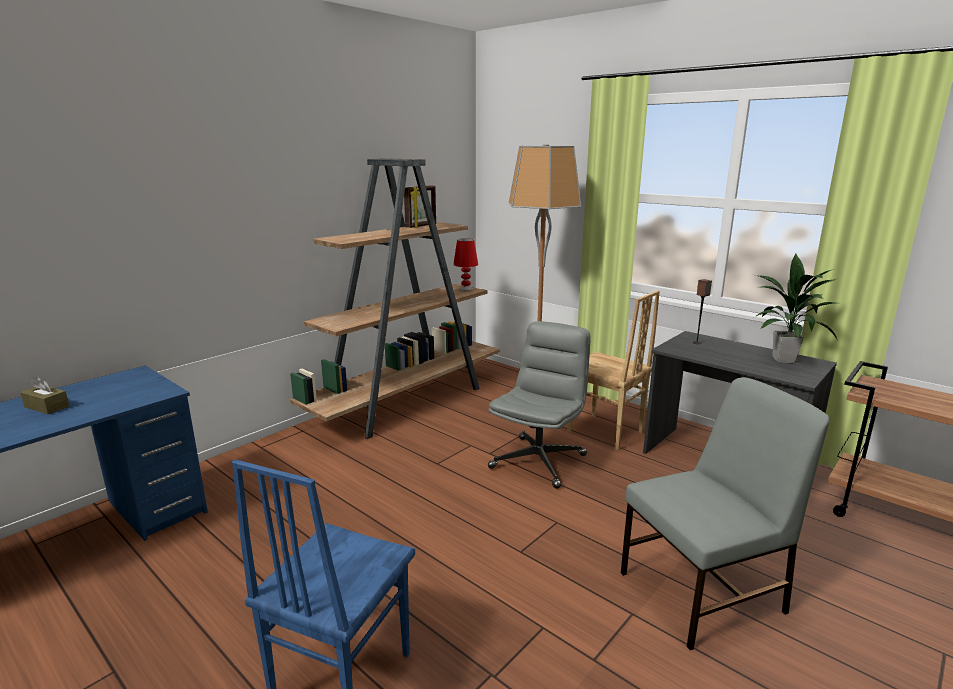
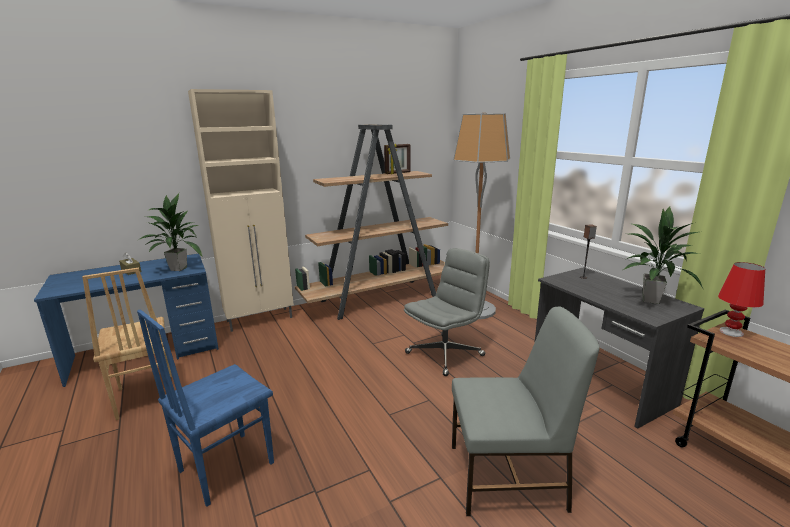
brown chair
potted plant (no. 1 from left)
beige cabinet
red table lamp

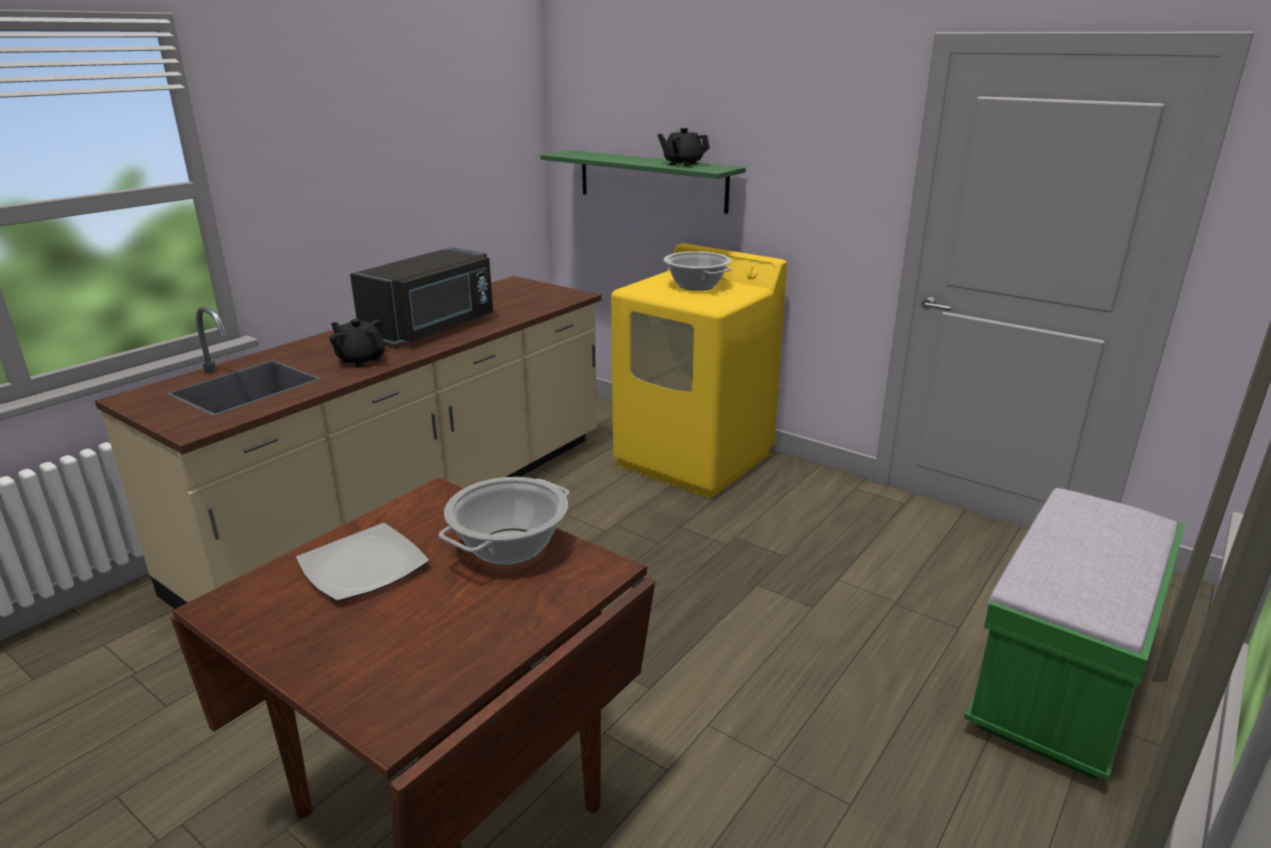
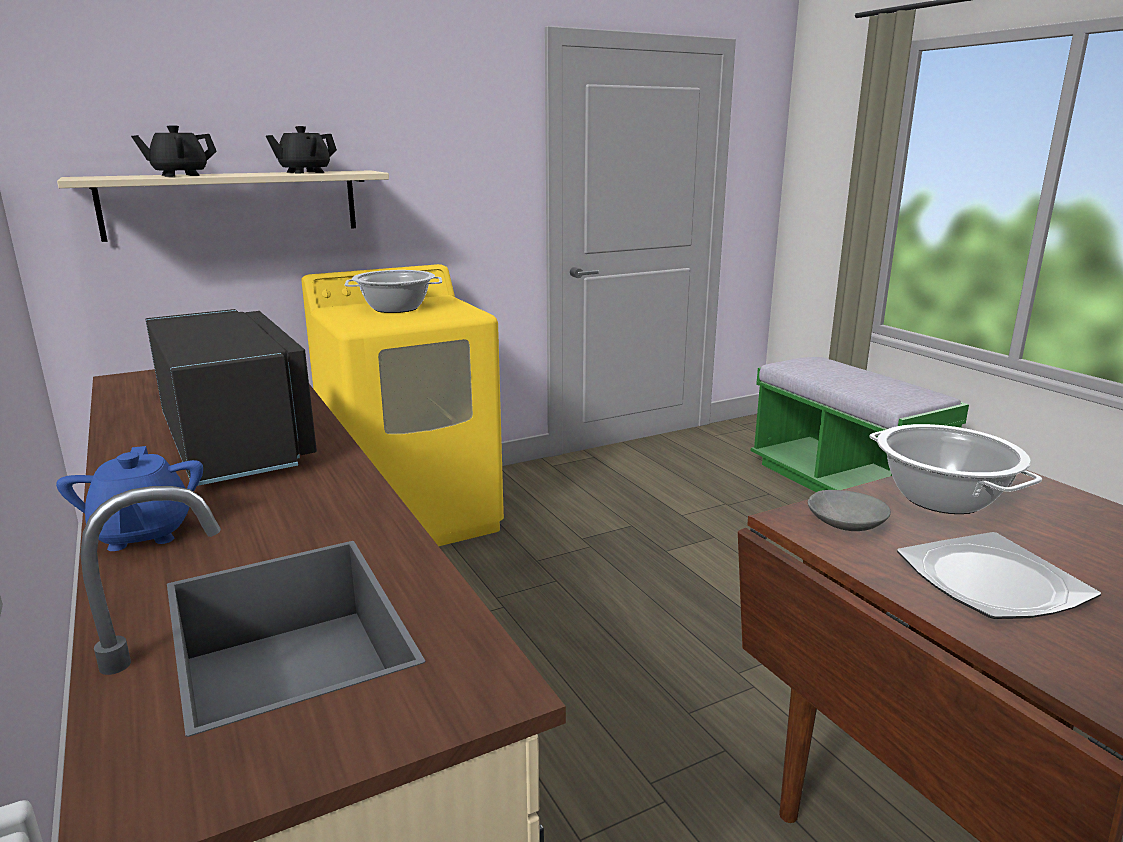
blue teapot
beige shelf
black teapot (no. 1 from left)
grey bowl

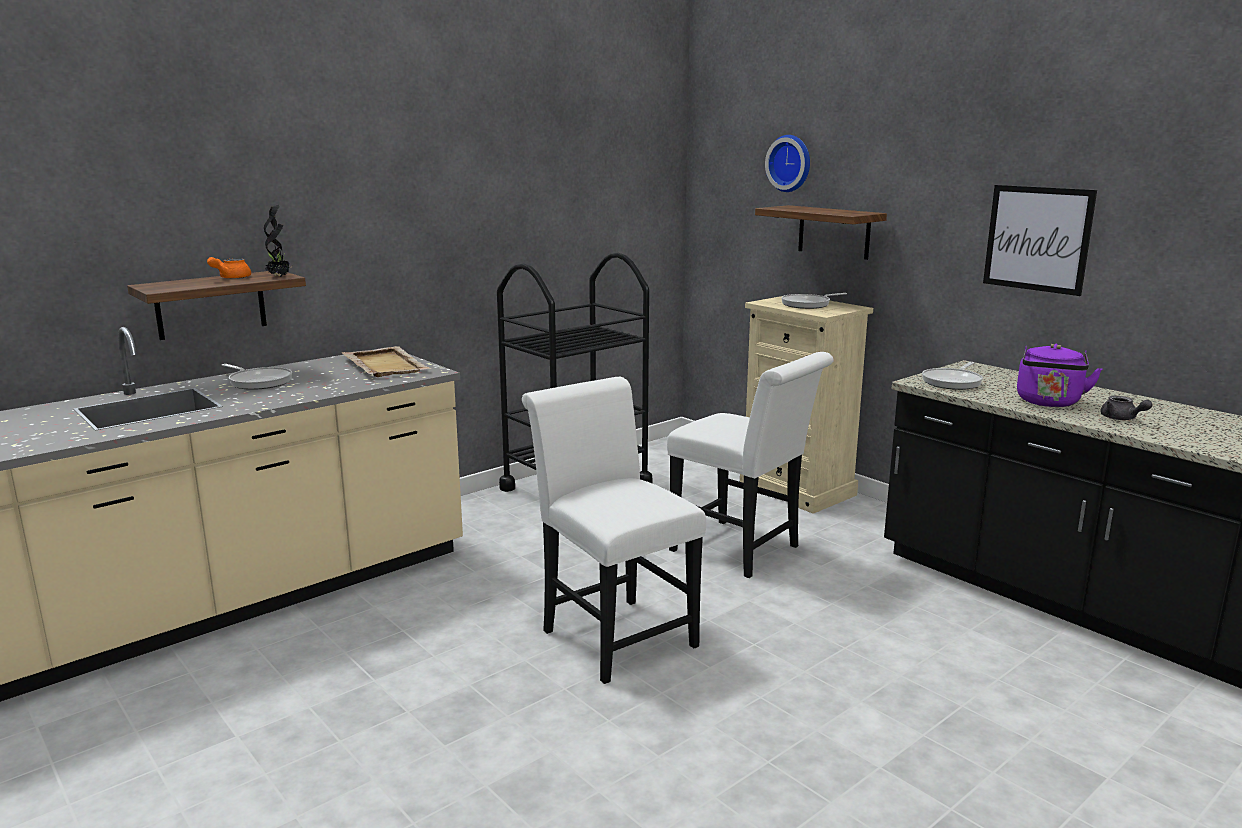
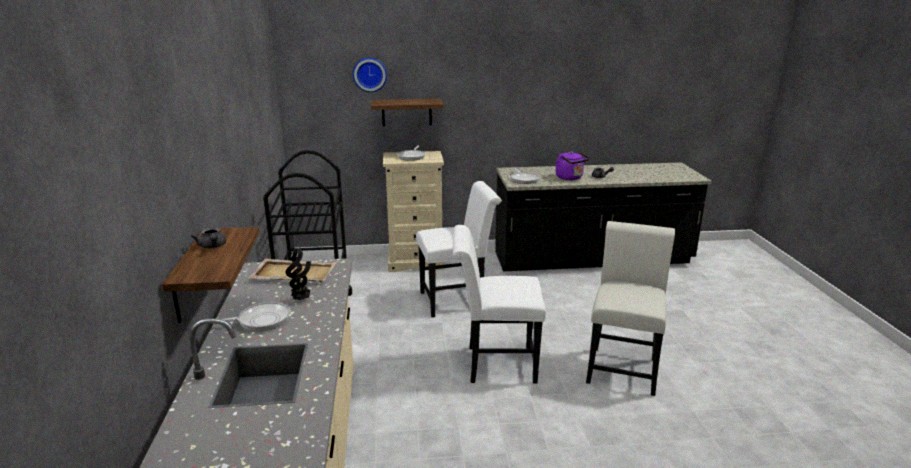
grey teapot (no. 1 from left)
potted plant
white chair (no. 3 from left)
picture

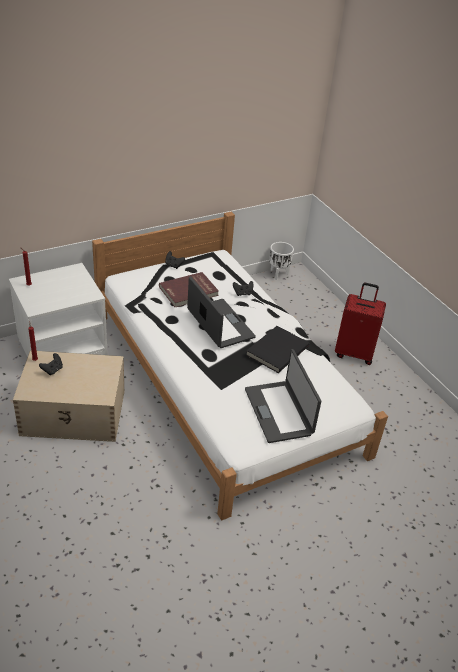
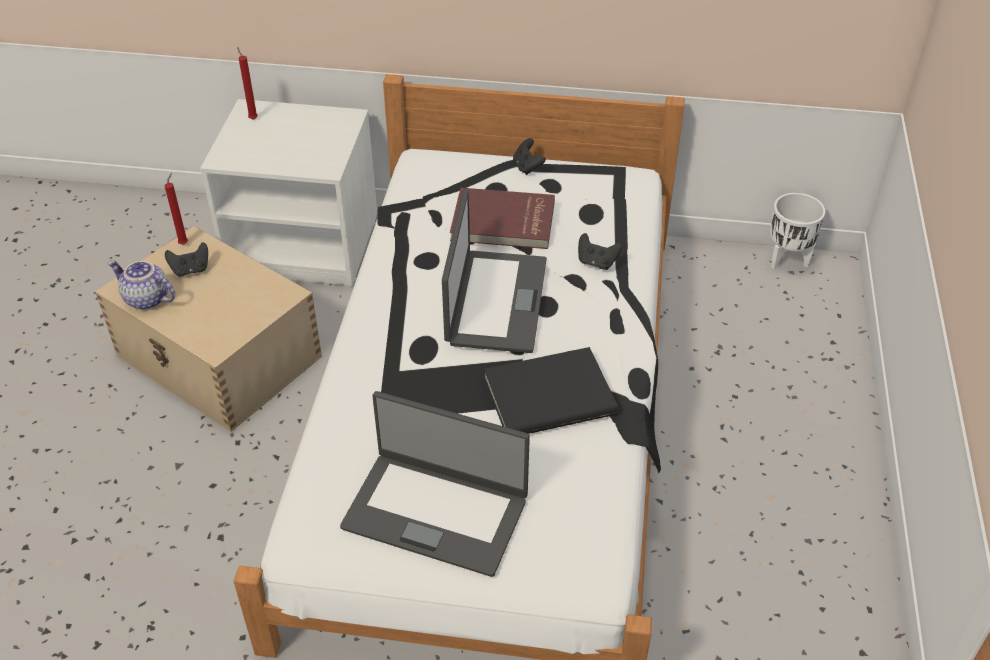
teapot
laptop (no. 1 from left)
red suitcase

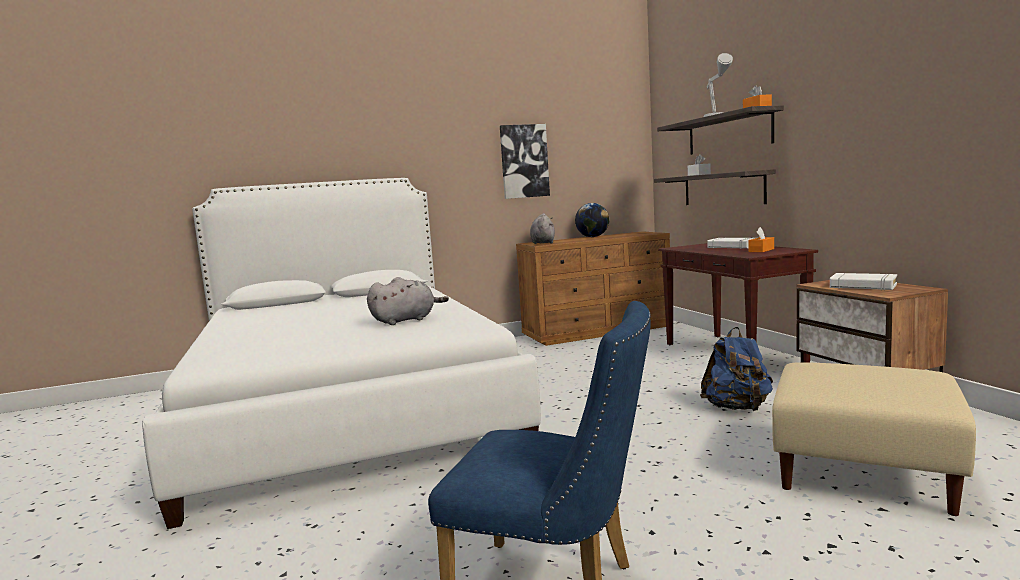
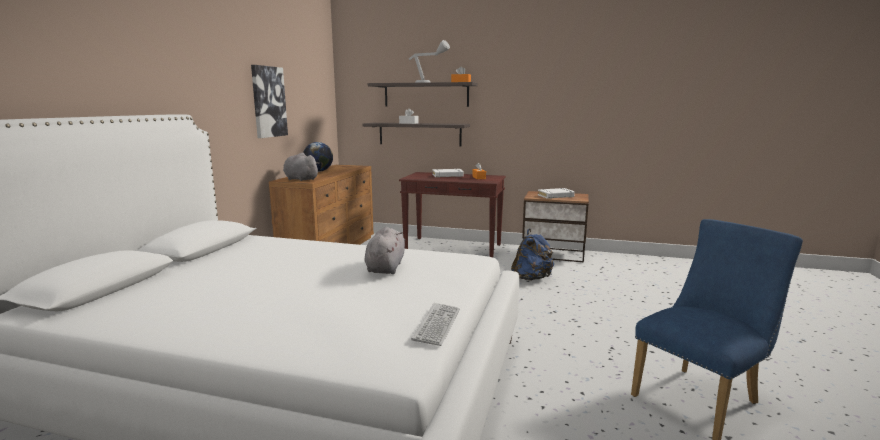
keyboard
beige ottoman

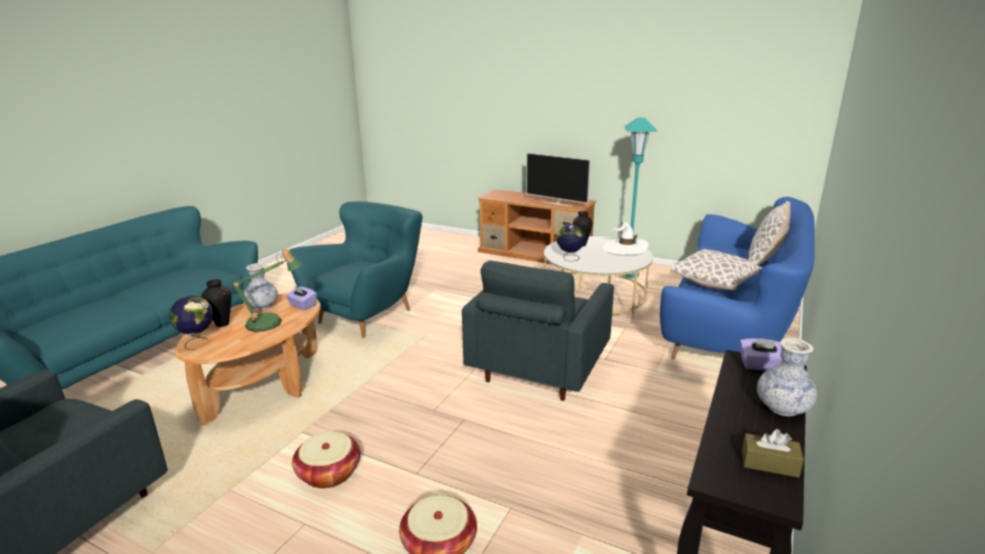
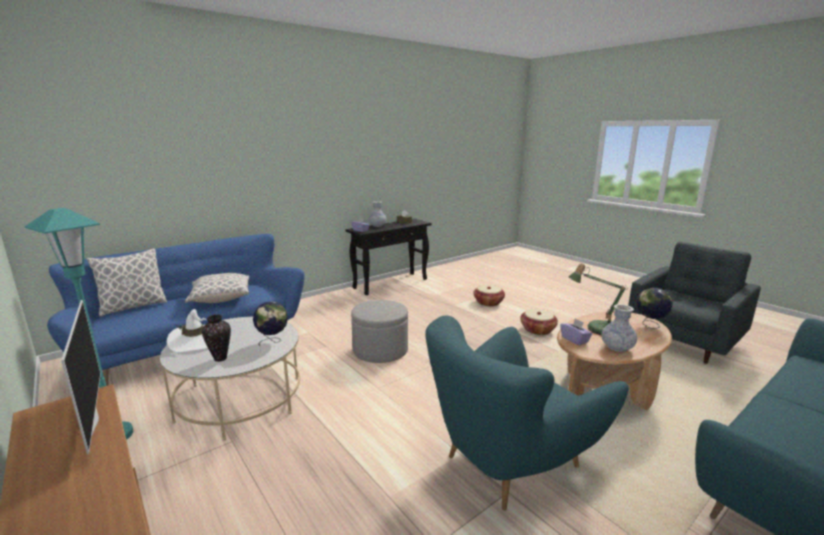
grey ottoman
vase (no. 1 from left in the first image)

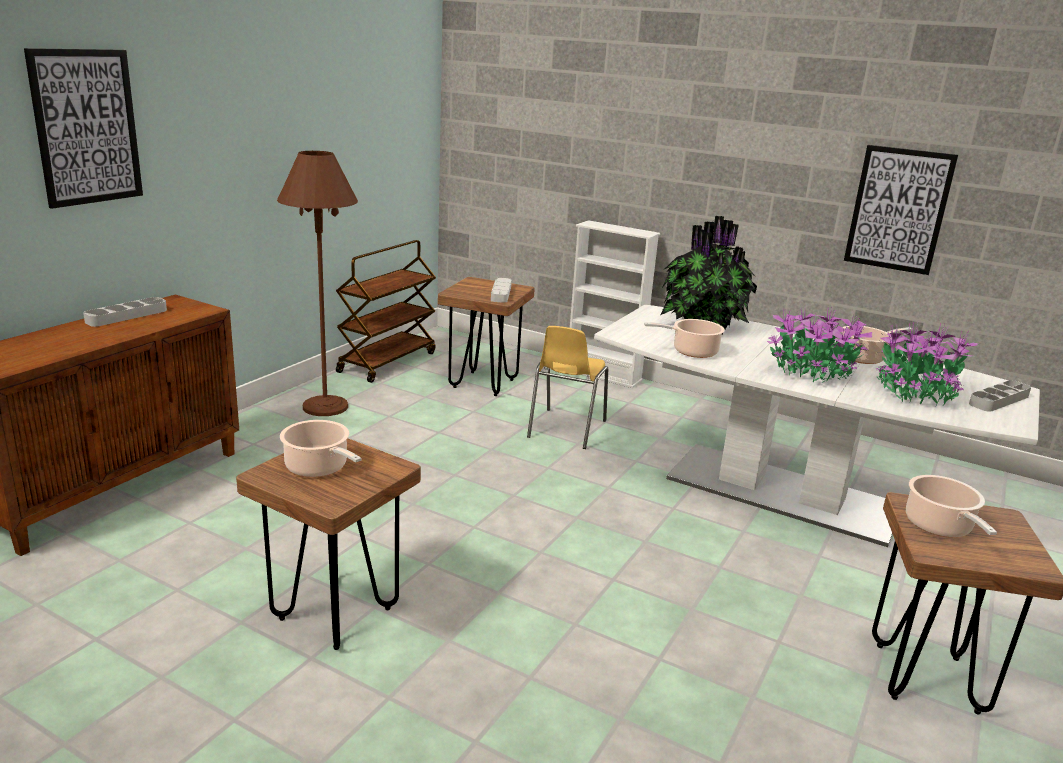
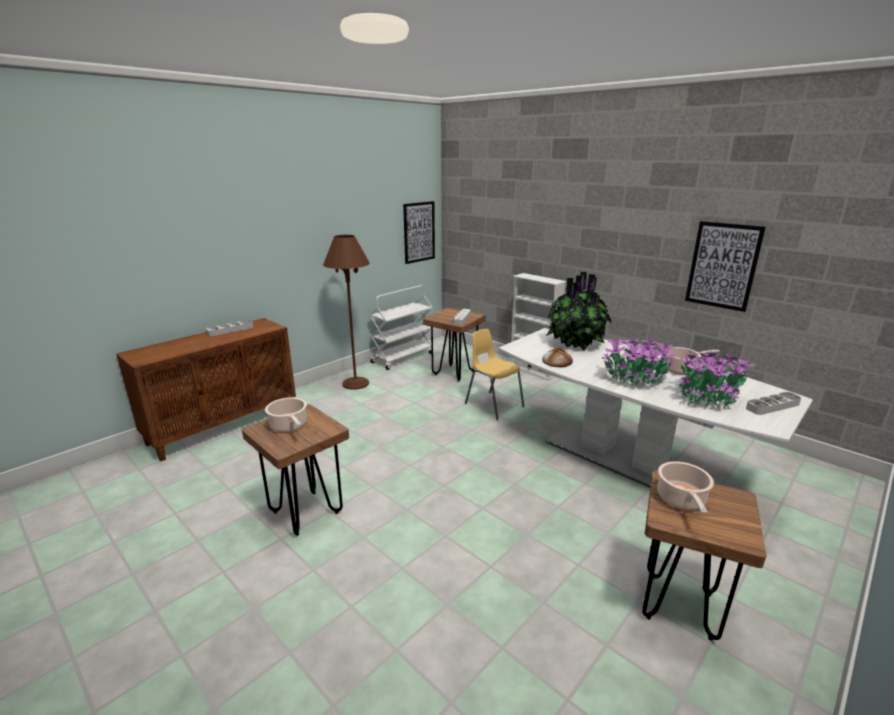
white cart
picture (no. 1 from left)
yellow chair
bread

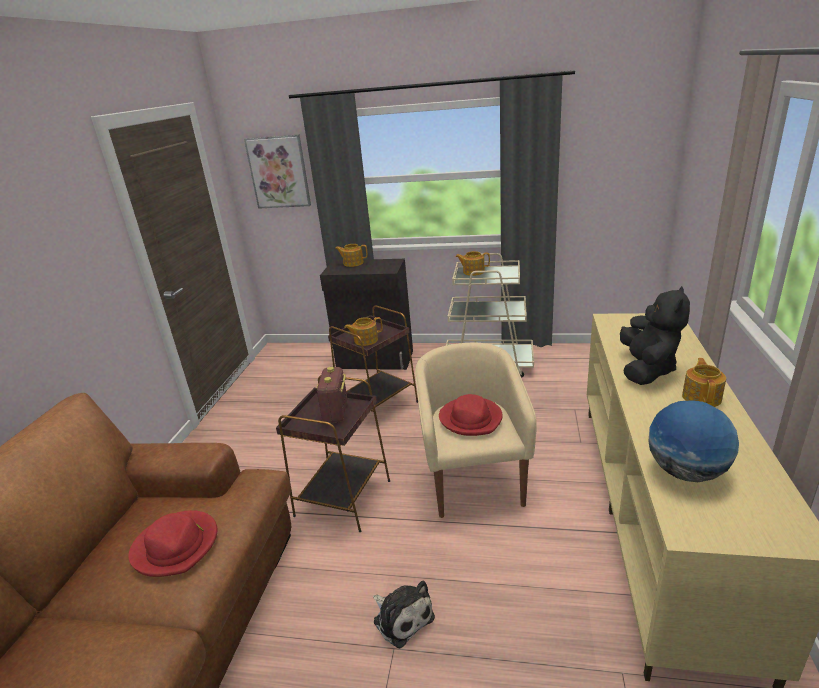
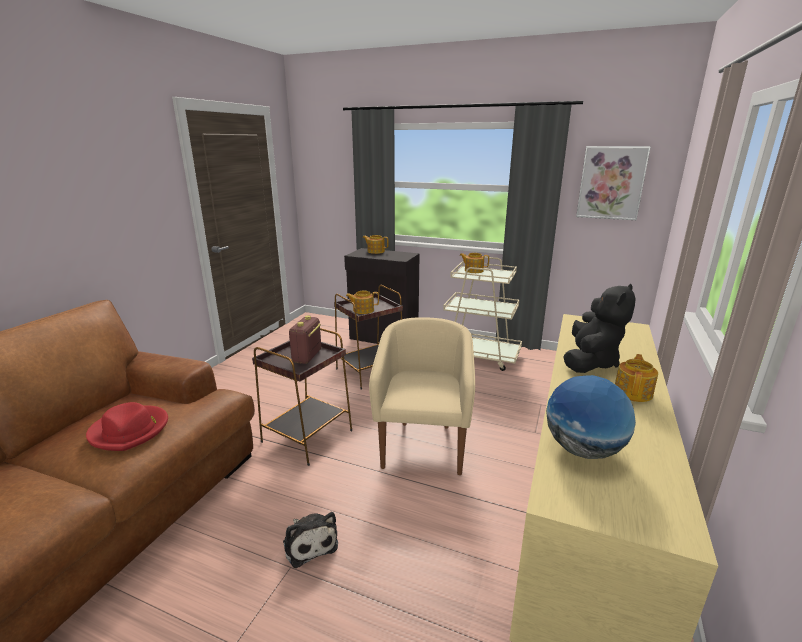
picture
red hat (no. 2 from left in the first image)

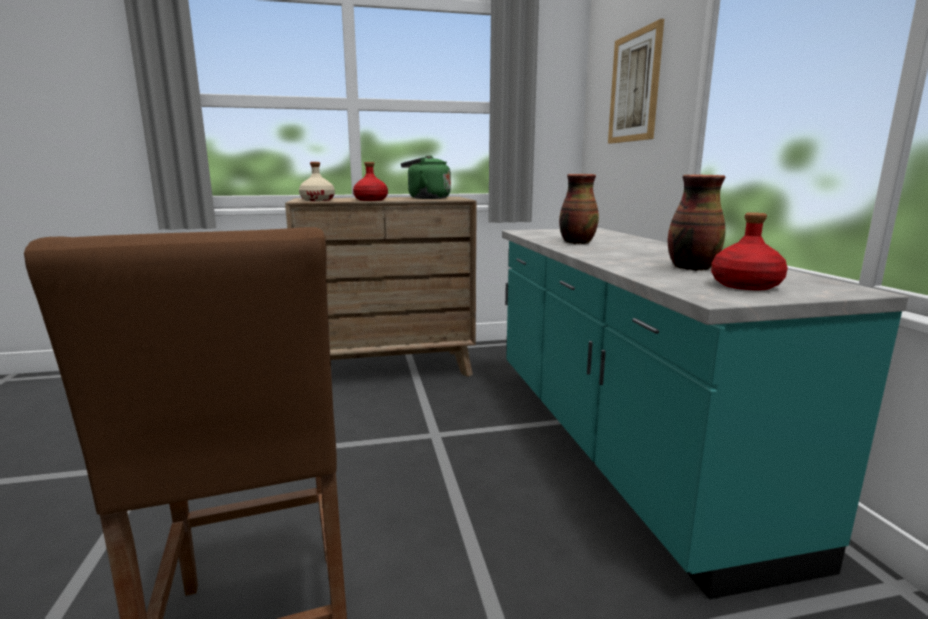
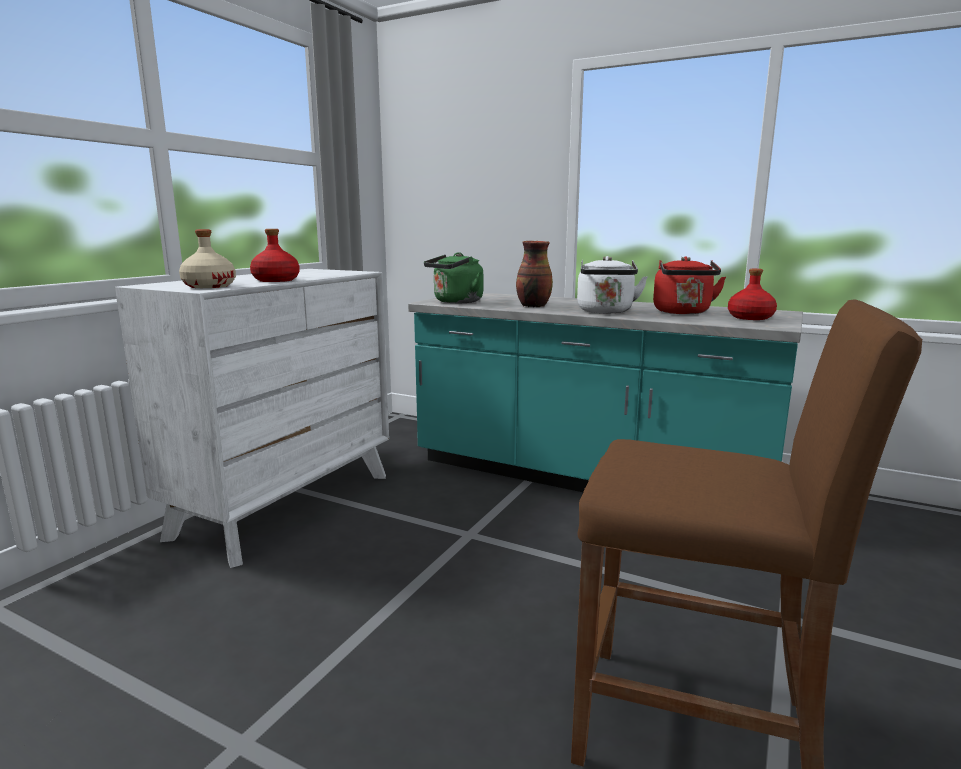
white dresser
green kettle
white kettle
red kettle
picture

